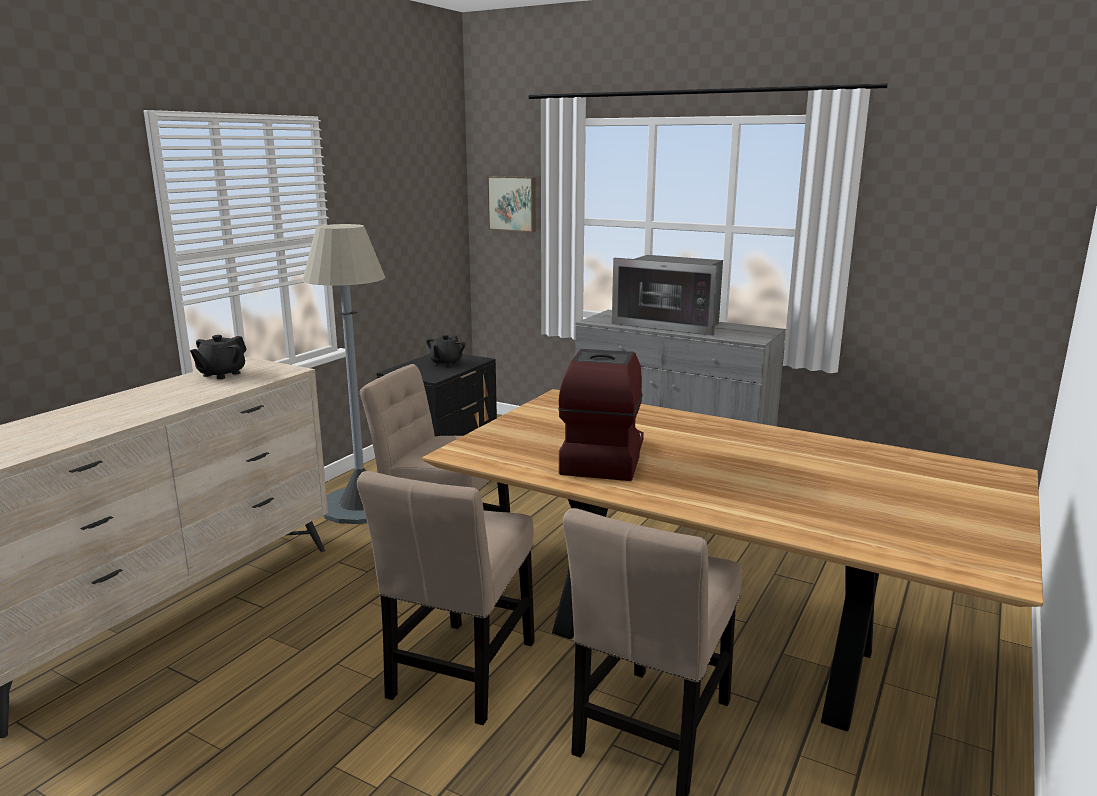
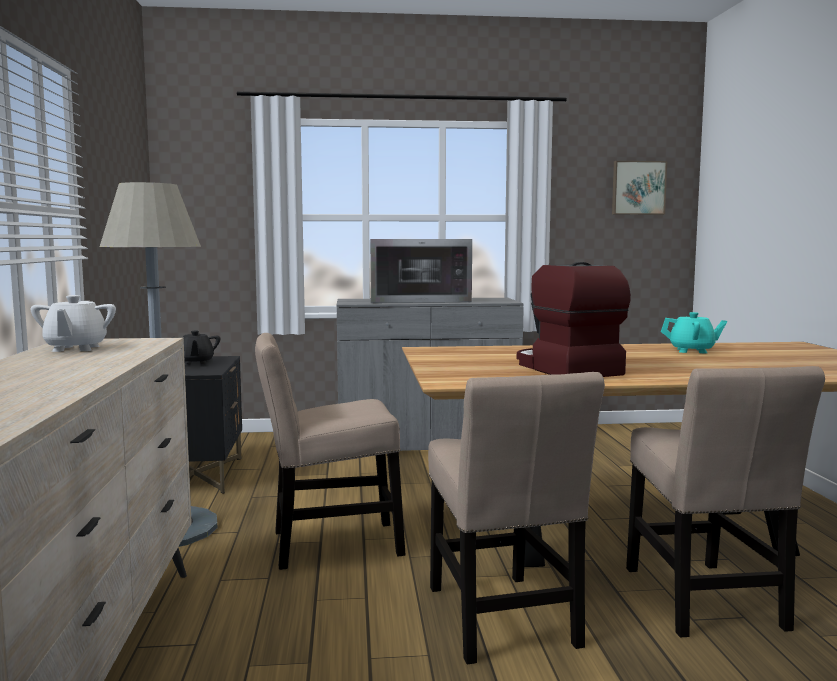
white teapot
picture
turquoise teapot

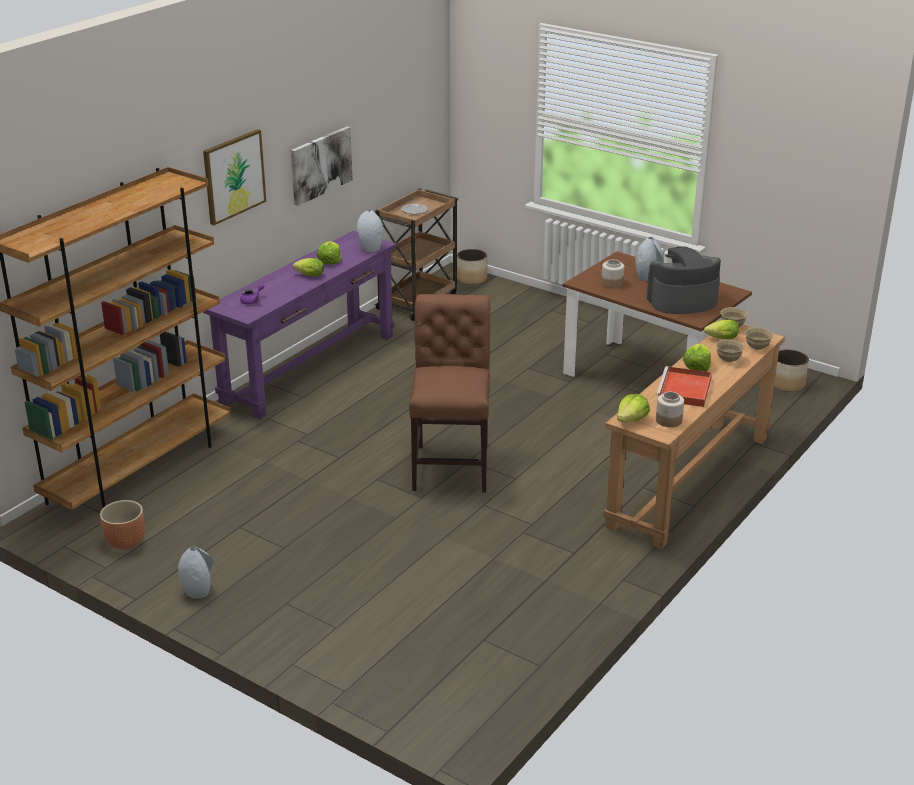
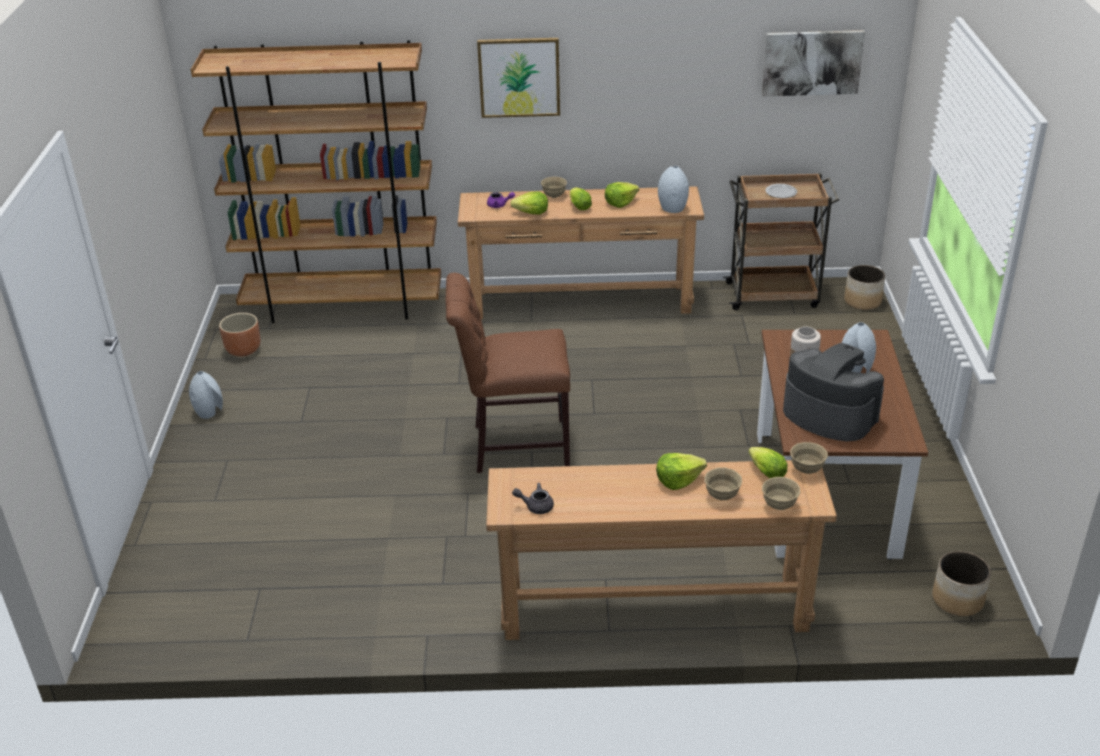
brown chair
brown console table (no. 1 from left)
lettuce (no. 1 from left)
grey teapot
beige bowl (no. 1 from left)
picture (no. 2 from left)
red tray

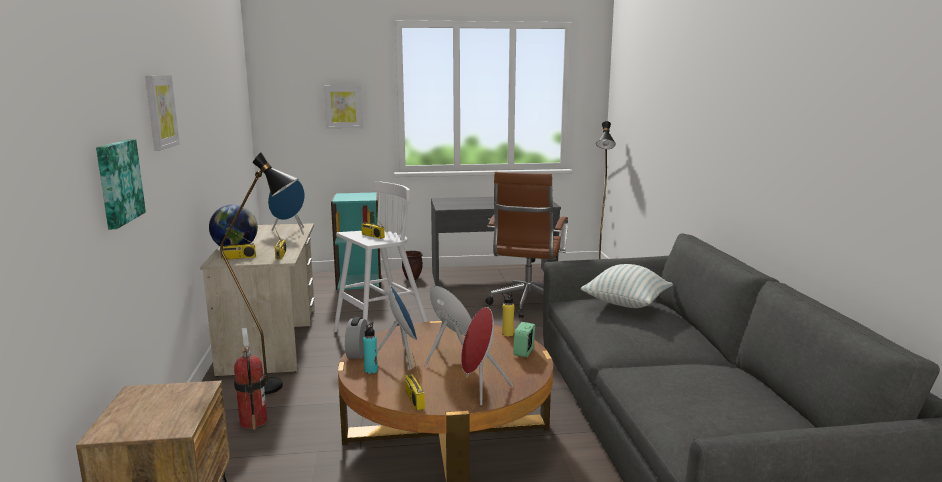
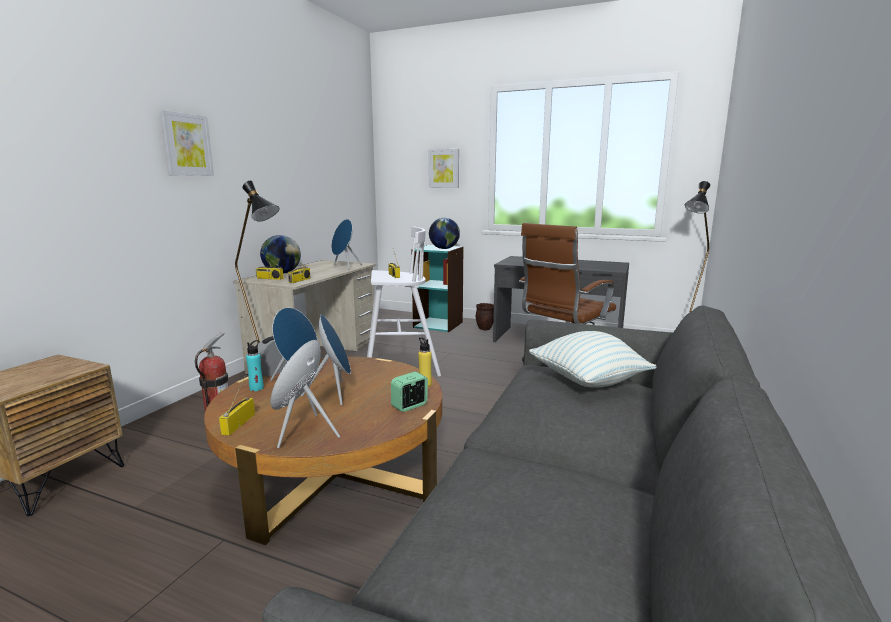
globe (no. 2 from left)
picture (no. 1 from left in the first image)

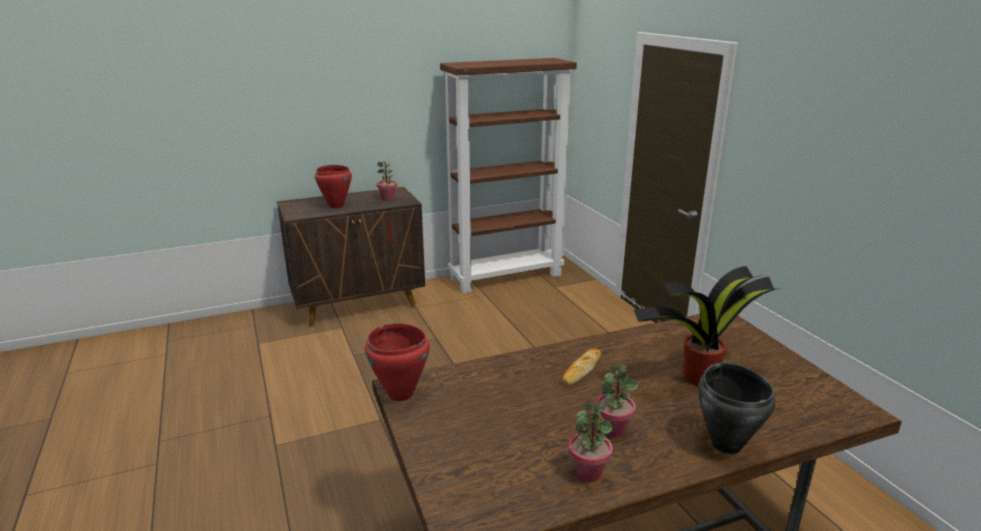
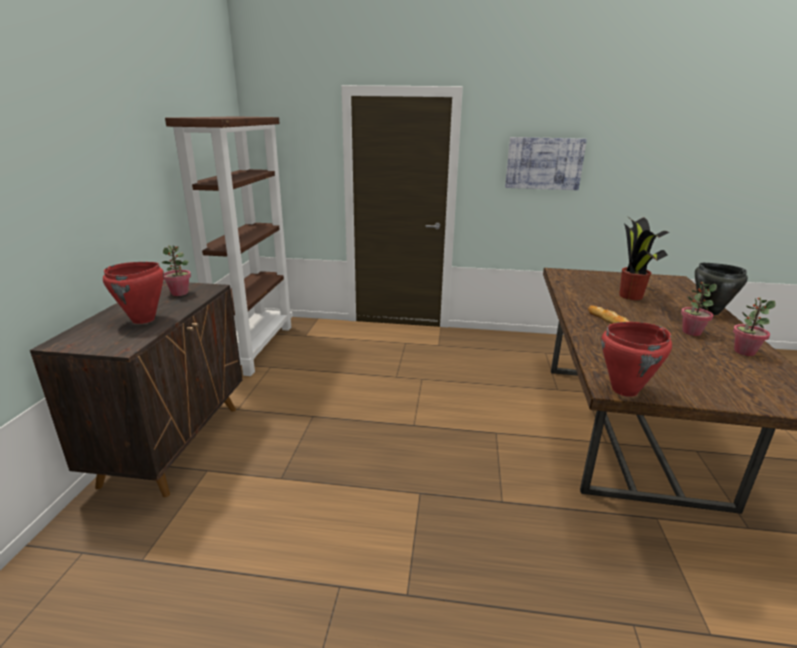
picture

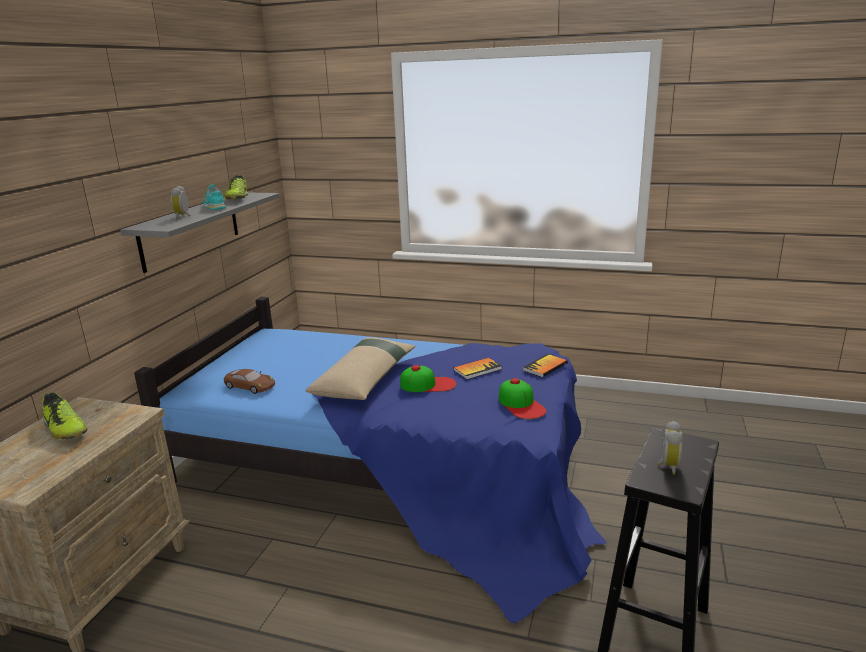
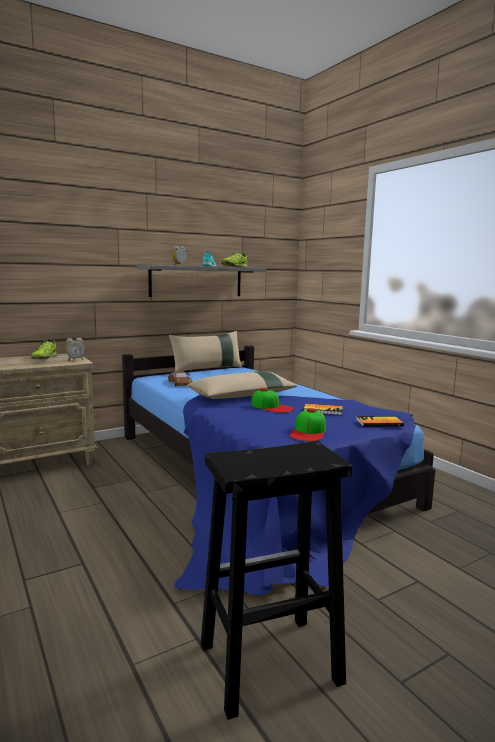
alarm clock (no. 1 from left)
beige pillow (no. 1 from left)

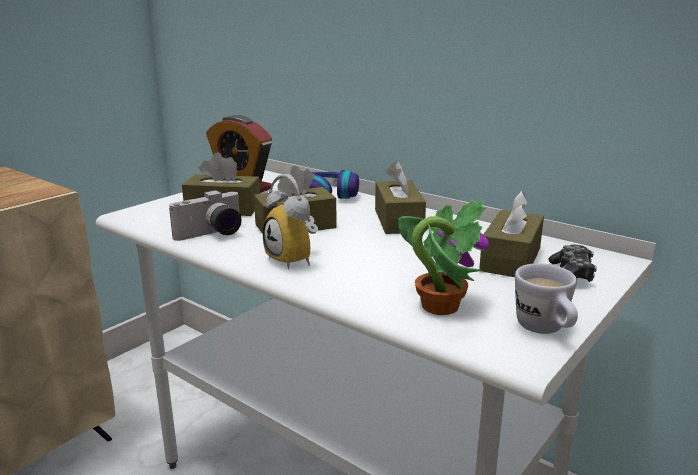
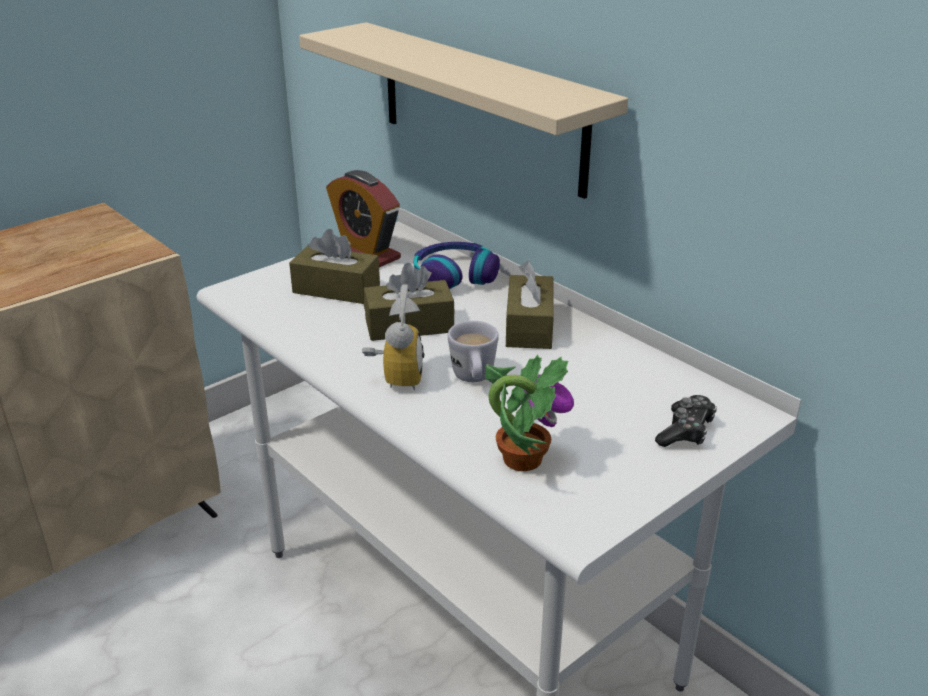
beige shelf
alarm clock (no. 2 from left)
white mug
photo camera
brown tissue box (no. 4 from left in the first image)

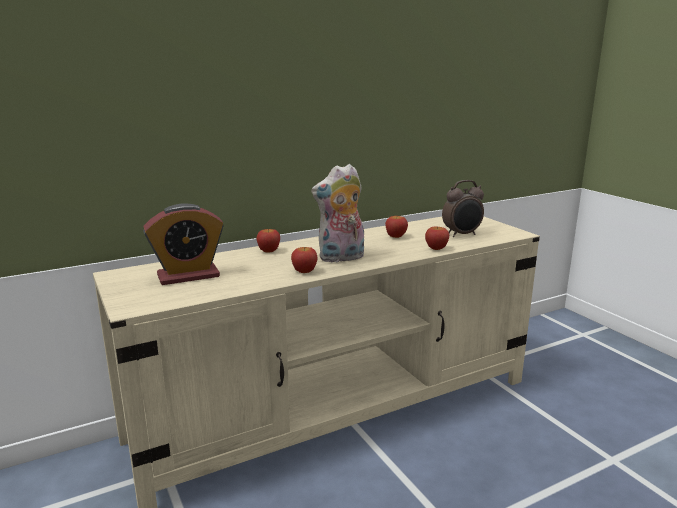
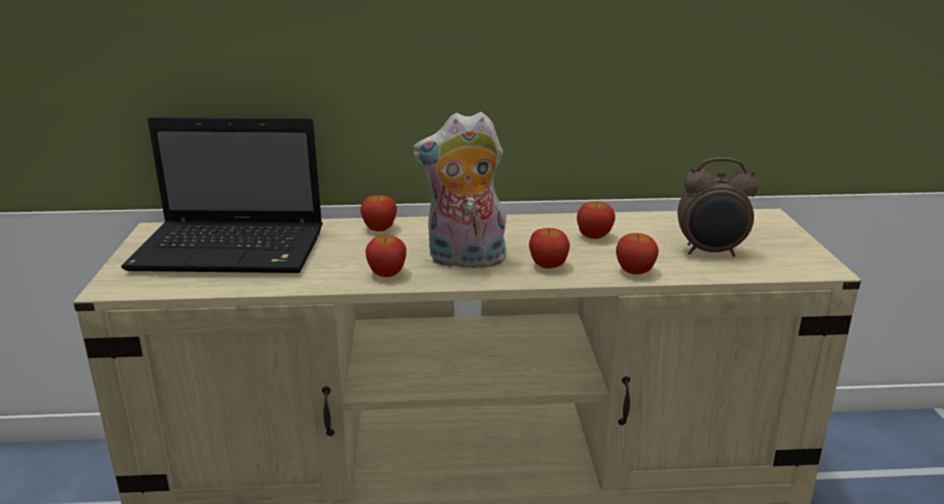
laptop
apple (no. 3 from left)

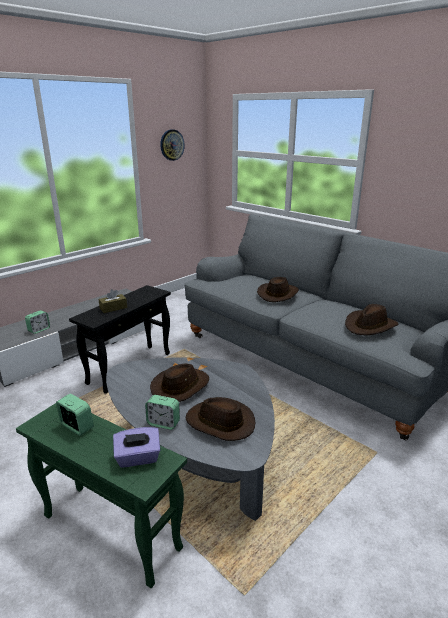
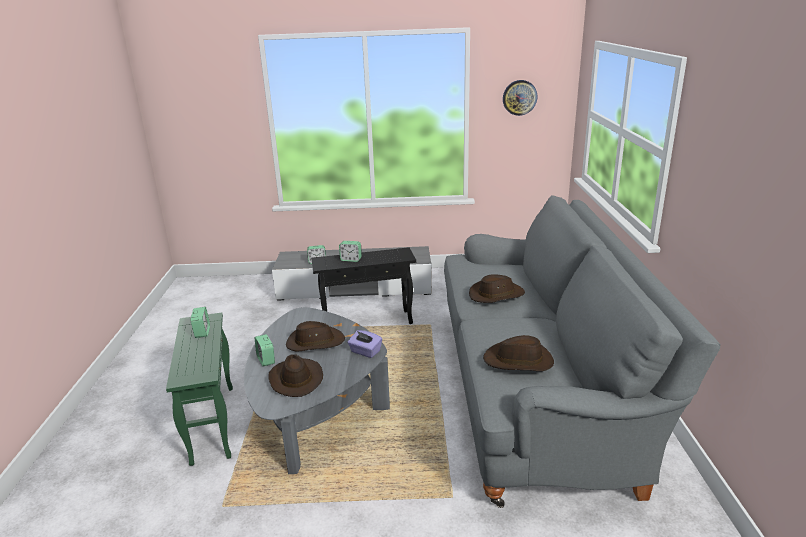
alarm clock (no. 4 from left)
purple tissue box

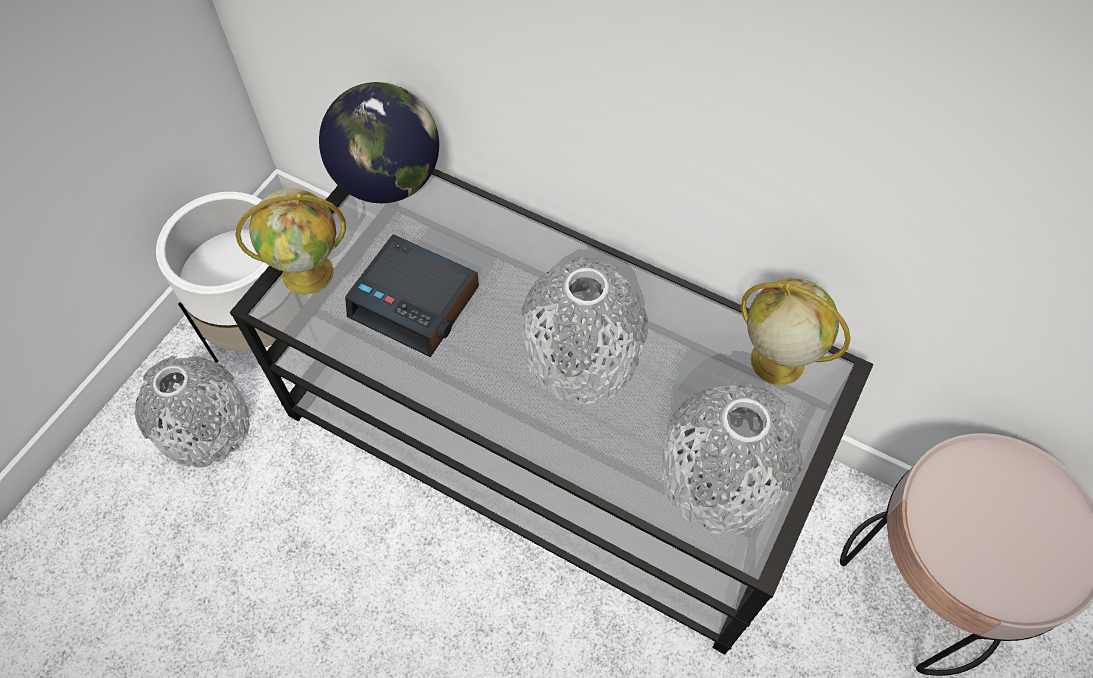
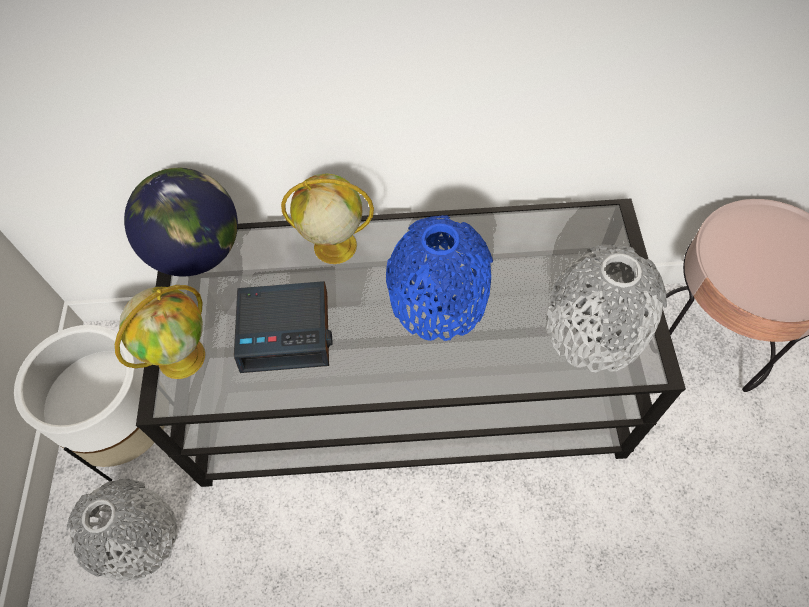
globe (no. 3 from left)
blue vase

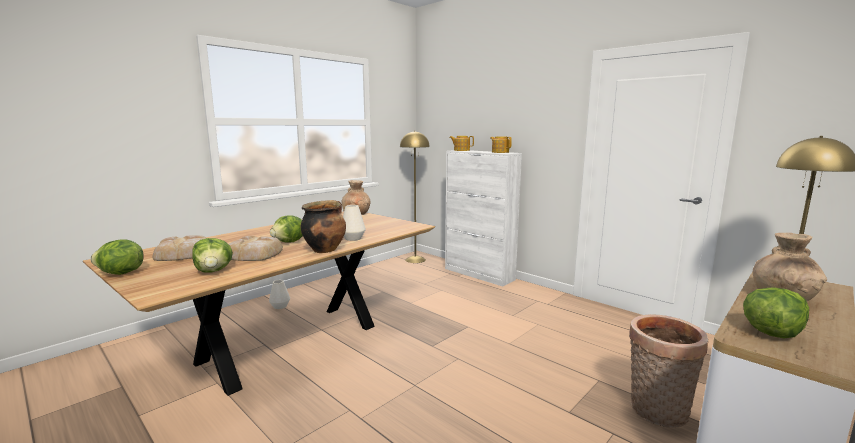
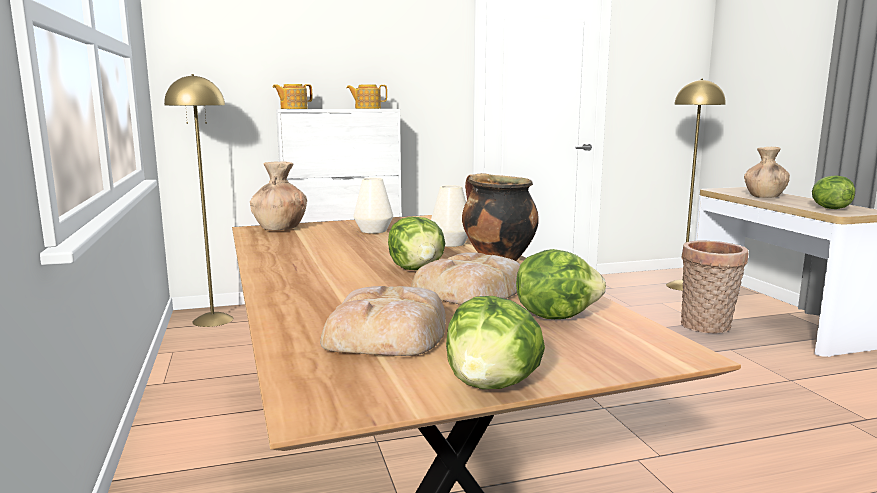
white vase (no. 1 from left)

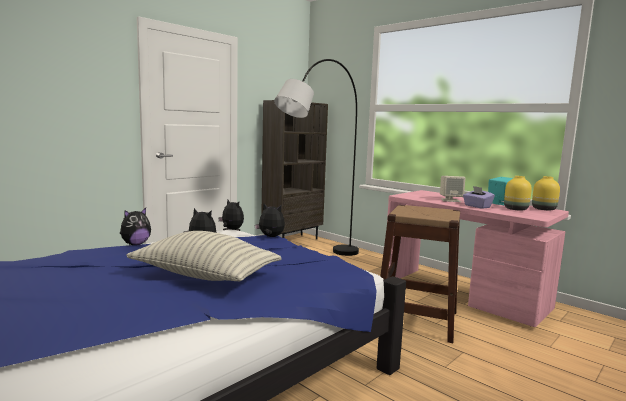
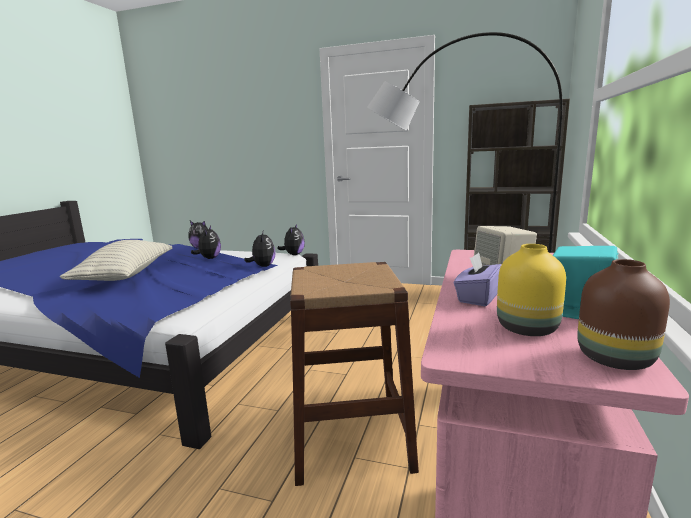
brown vase

